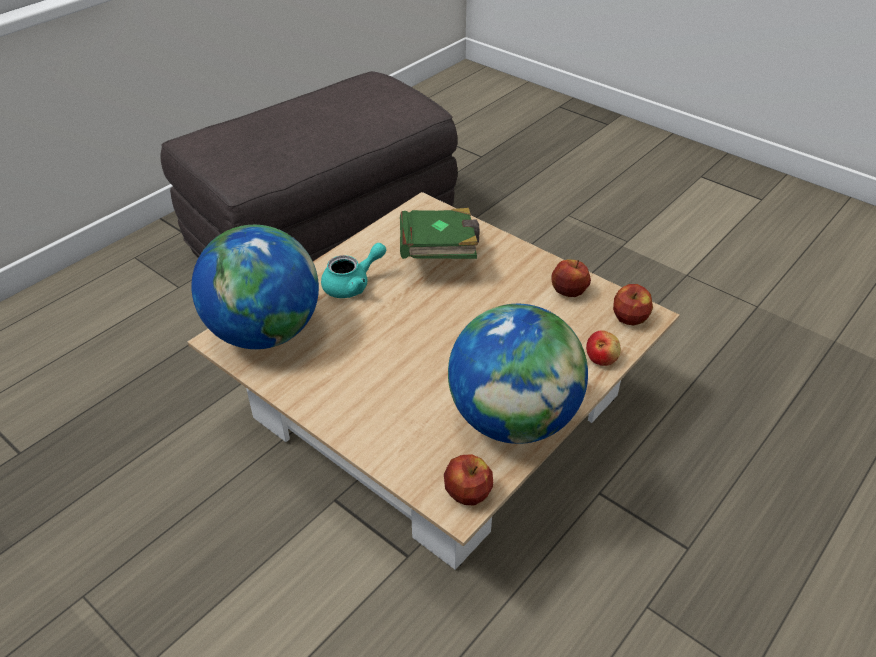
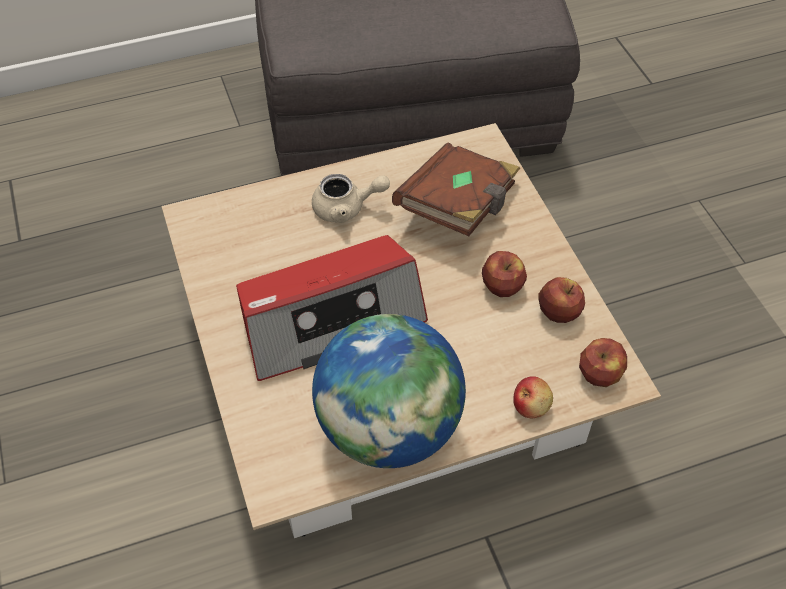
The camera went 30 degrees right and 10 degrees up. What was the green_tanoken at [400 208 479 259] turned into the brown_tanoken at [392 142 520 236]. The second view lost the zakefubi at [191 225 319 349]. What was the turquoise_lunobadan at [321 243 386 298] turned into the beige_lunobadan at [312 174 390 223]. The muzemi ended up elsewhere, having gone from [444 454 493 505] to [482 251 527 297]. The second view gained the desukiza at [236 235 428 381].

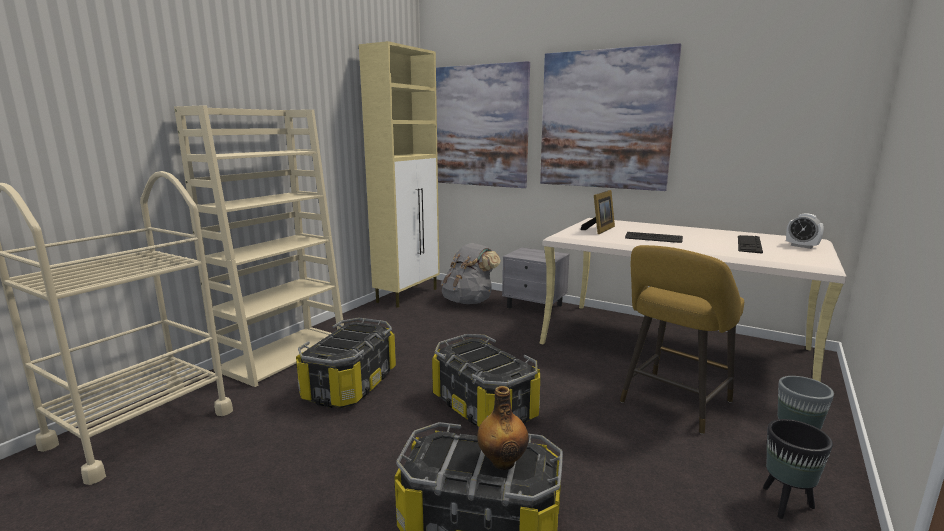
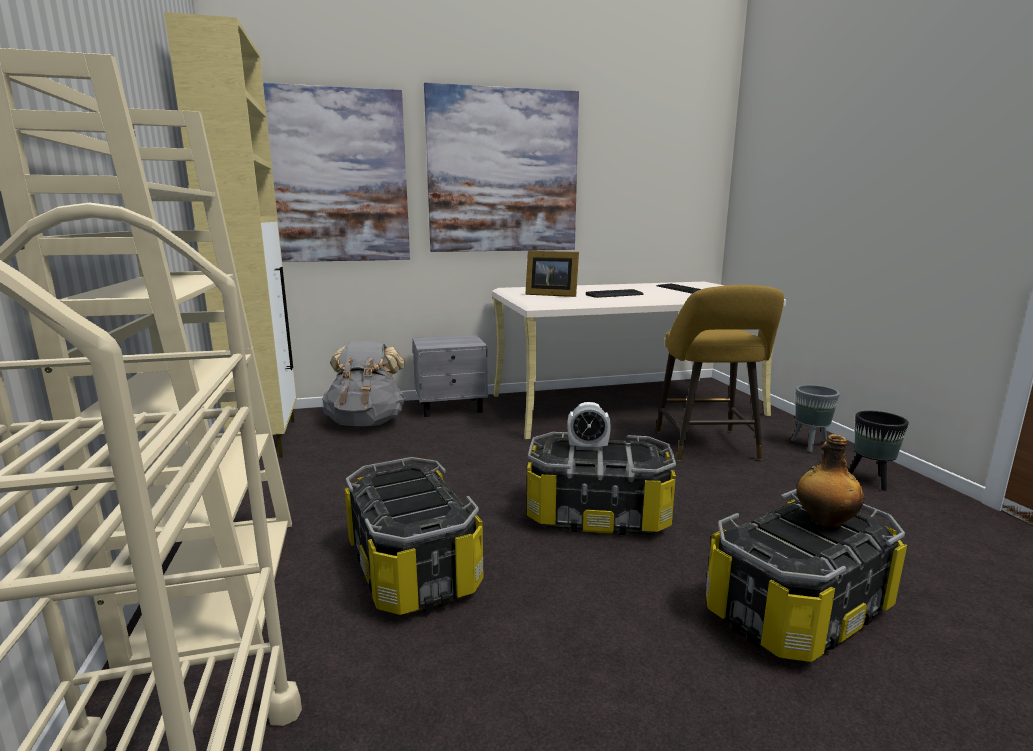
The camera went 45 degrees left and 0 degrees up. The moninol at [581 190 615 234] ended up facing another way, 120 degrees clockwise from before. The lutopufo ended up elsewhere, having gone from [786 213 824 249] to [568 402 611 451].

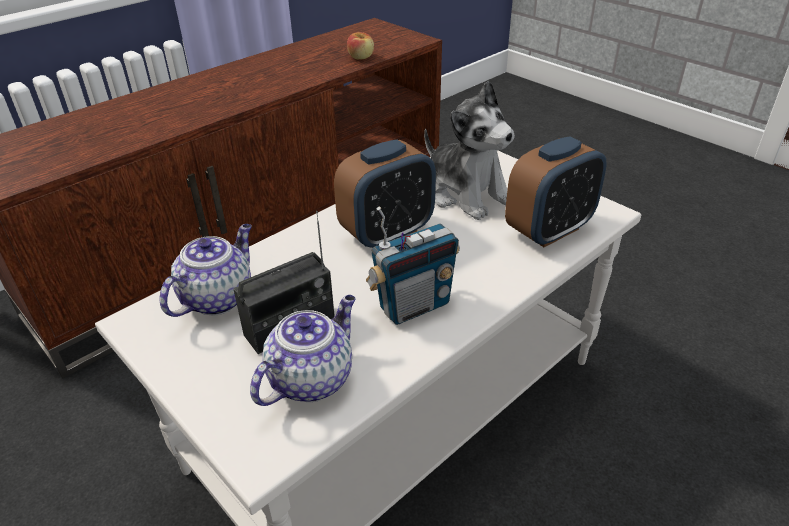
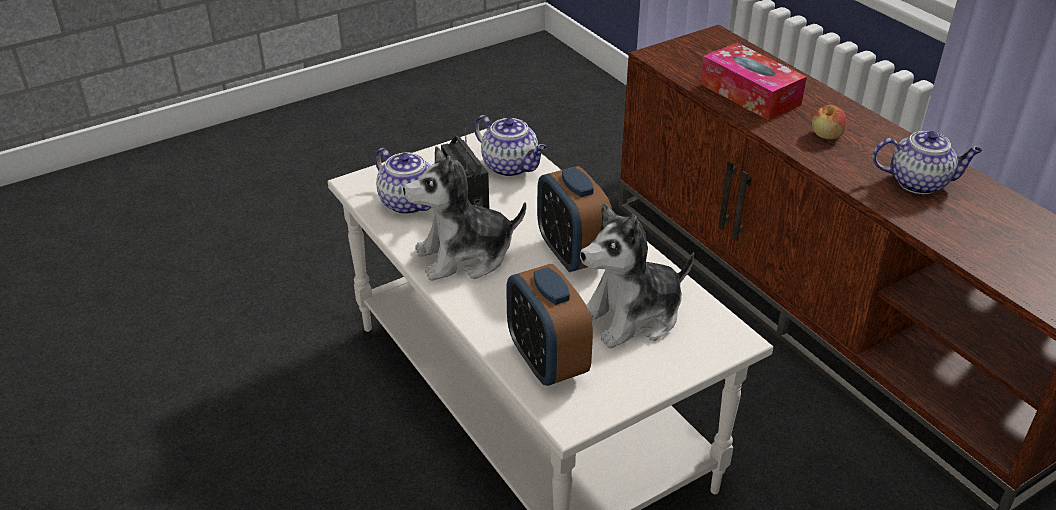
The camera went 100 degrees right and 0 degrees up. The muzemi ended up elsewhere, having gone from [347 32 374 60] to [812 105 847 139]. Where the desukiza stood at [366 207 460 325], the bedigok came to stand at [403 146 526 281]. The second view gained the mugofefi at [700 43 807 120]. The second view gained the lunobadan at [872 131 982 194].

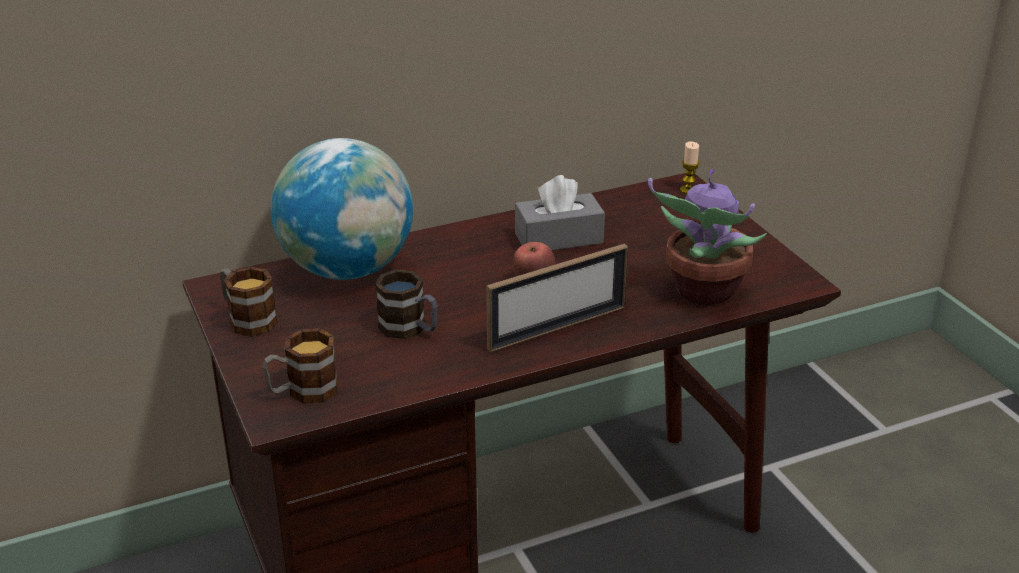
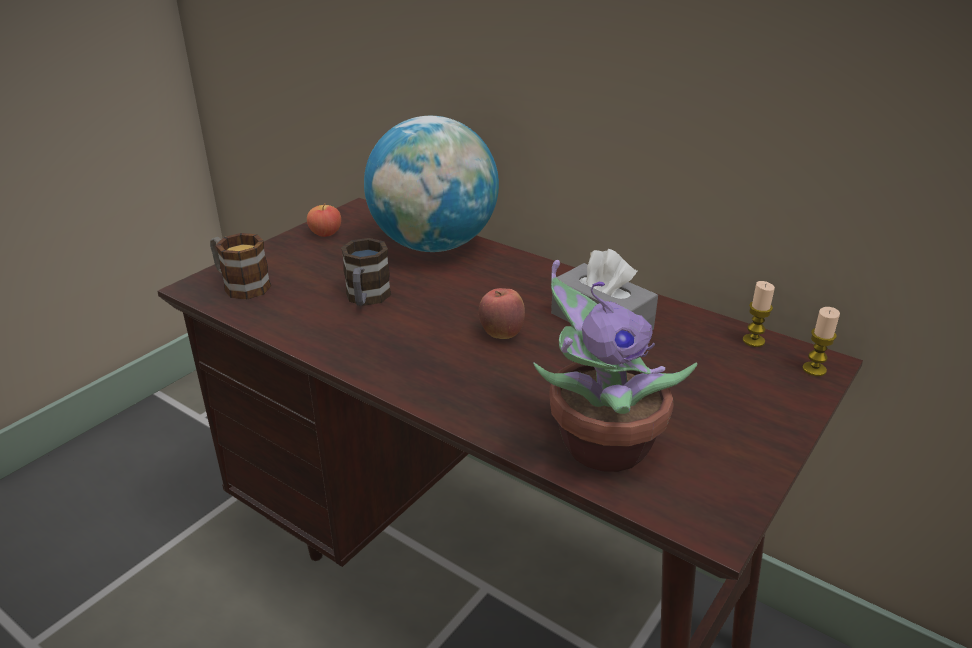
The camera went 60 degrees right and 0 degrees up. The second view lost the moninol at [486 244 628 352]. Where the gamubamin stood at [220 267 278 337], the muzemi came to stand at [307 203 341 237]. The second view gained the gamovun at [742 281 775 347].

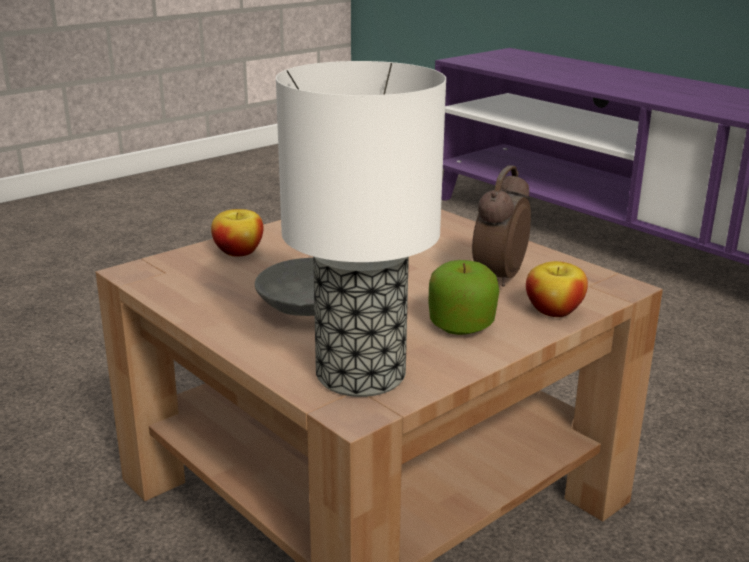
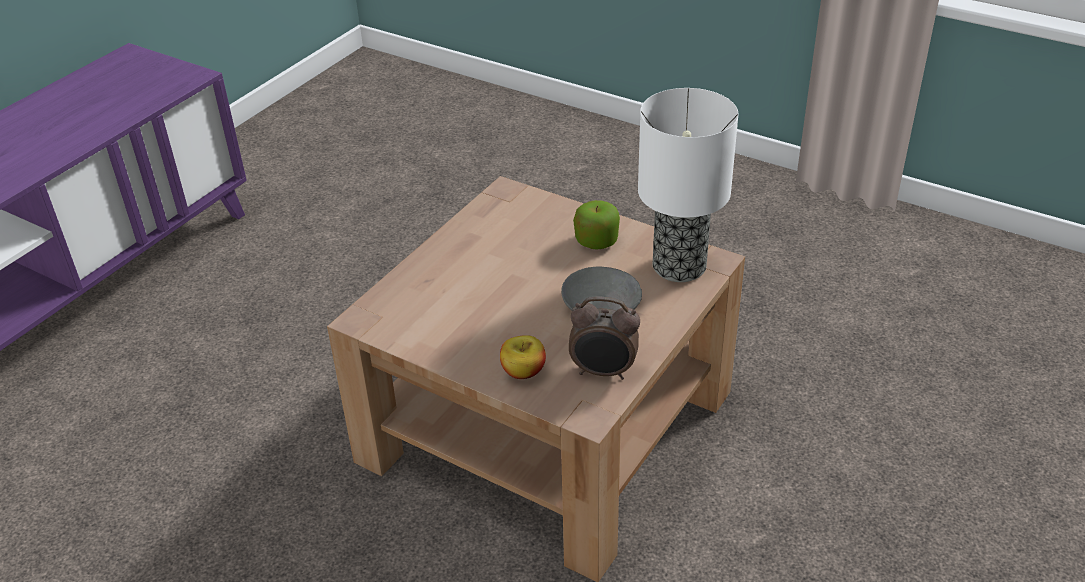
The camera went 105 degrees left and 15 degrees up. The lutopufo ended up elsewhere, having gone from [472 165 531 287] to [569 296 640 380]. The second view lost the muzemi at [526 261 588 317].

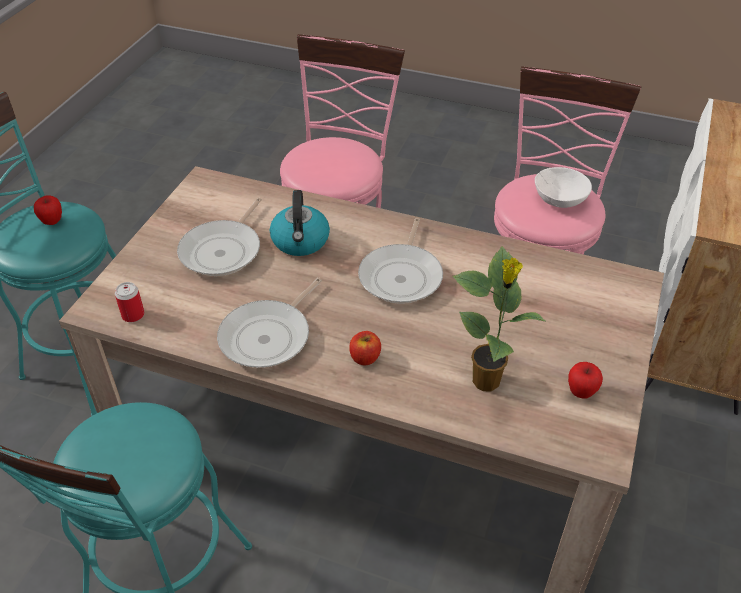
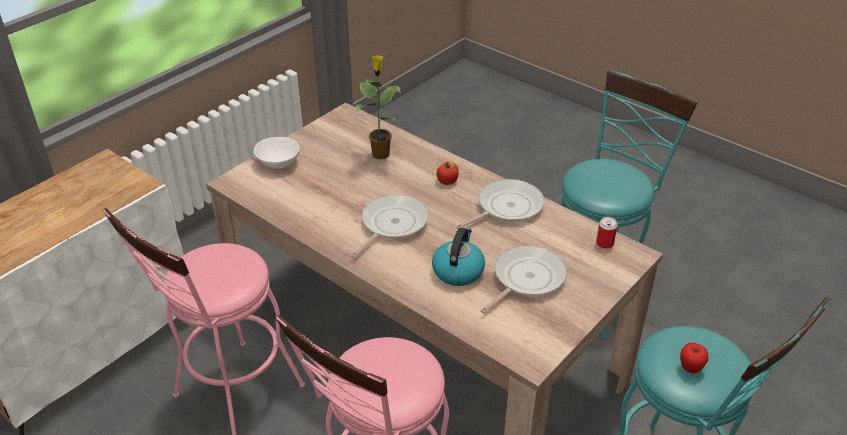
The camera went 160 degrees left and 5 degrees down. The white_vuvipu ended up elsewhere, having gone from [535 167 592 208] to [254 137 300 169]. The second view lost the muzemi at [568 362 603 398].

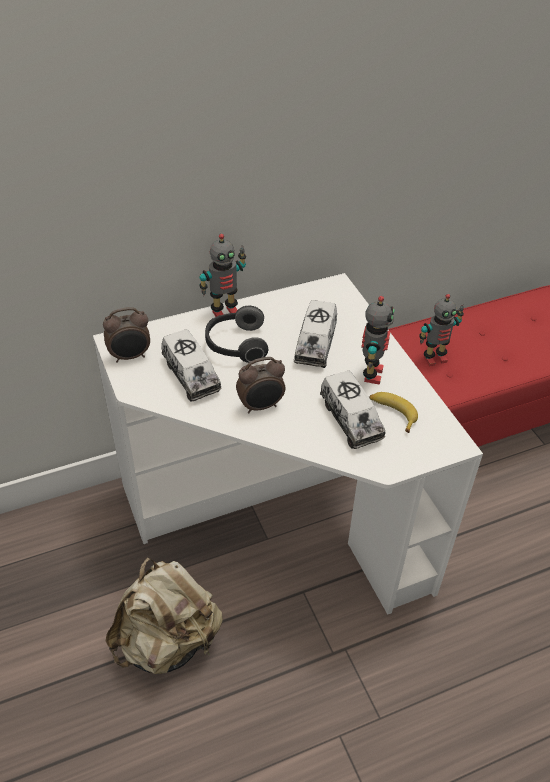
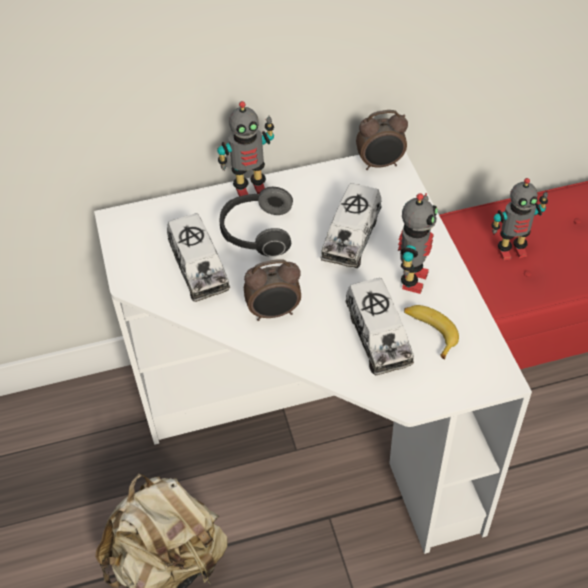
The camera went 10 degrees right and 5 degrees up. The lutopufo ended up elsewhere, having gone from [103 307 150 363] to [356 110 408 170].

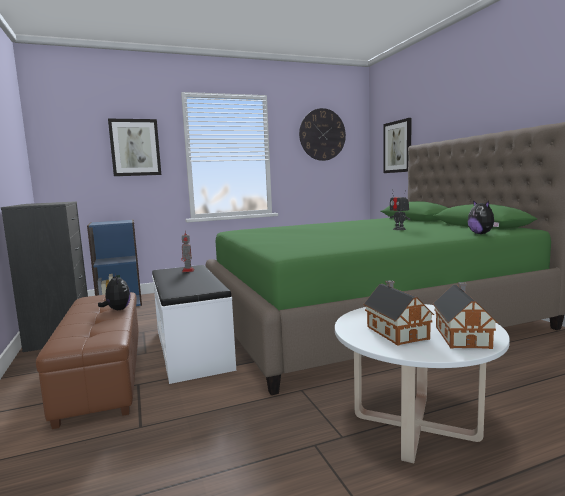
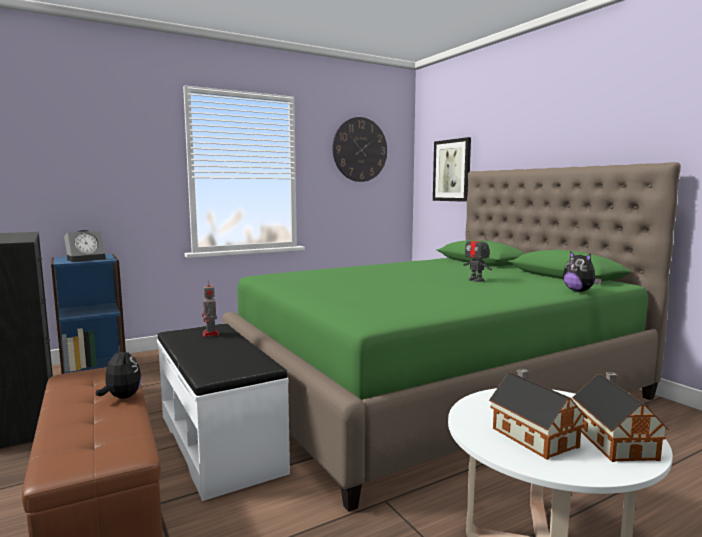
The camera went 10 degrees left and 0 degrees up. The second view lost the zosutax at [108 119 161 176]. The second view gained the lutopufo at [64 230 106 262].

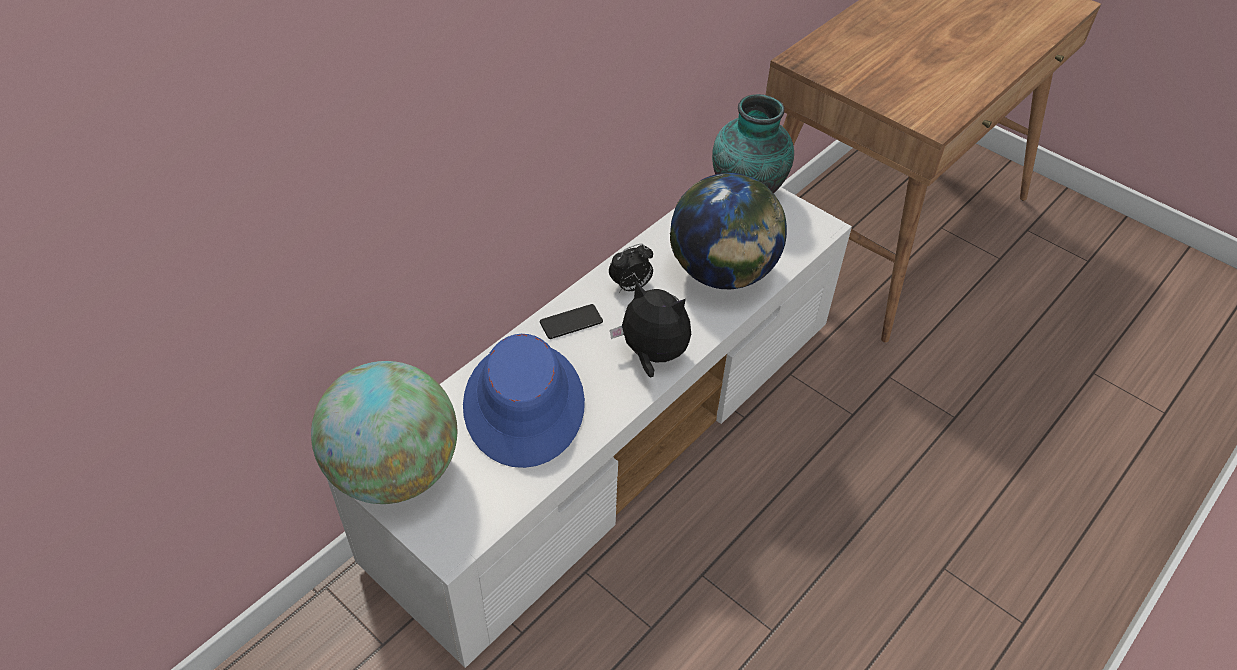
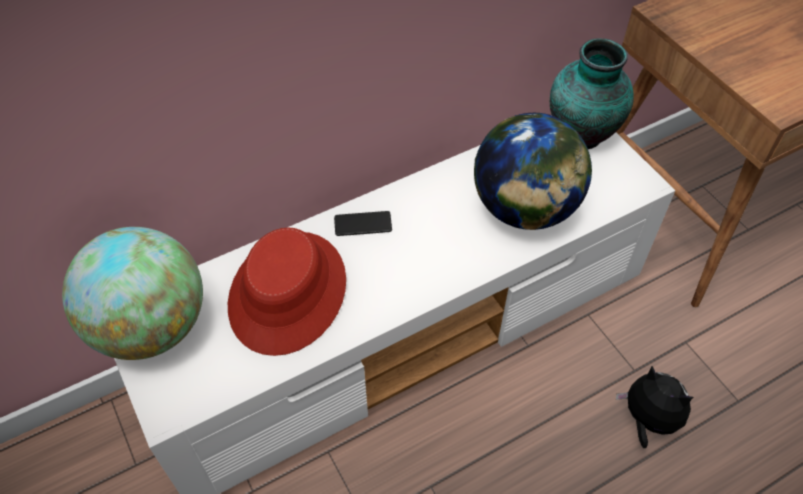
The camera went 20 degrees right and 5 degrees up. The second view lost the lutopufo at [609 244 653 293]. The bedigok ended up elsewhere, having gone from [610 280 691 378] to [616 366 693 448]. What was the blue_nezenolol at [463 334 585 468] turned into the red_nezenolol at [228 227 346 356].

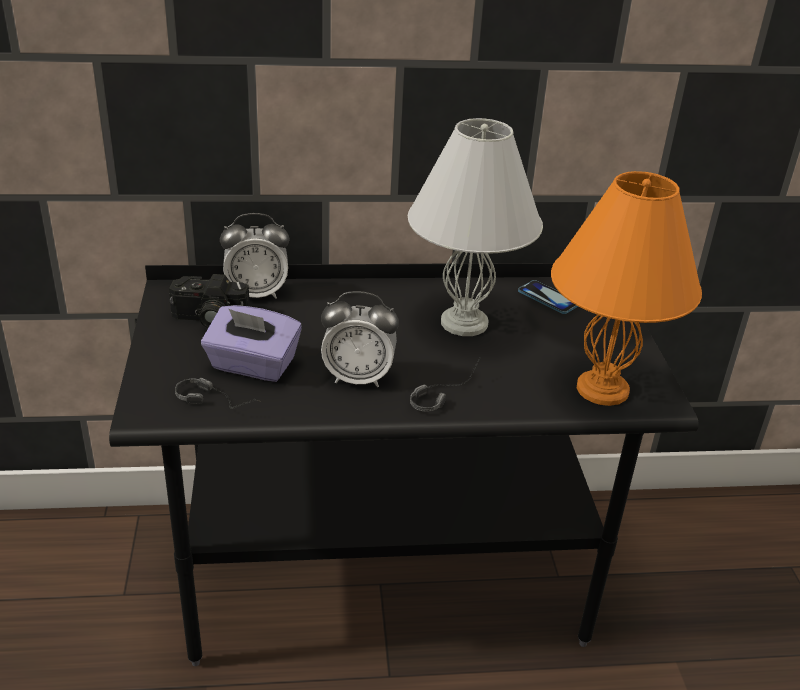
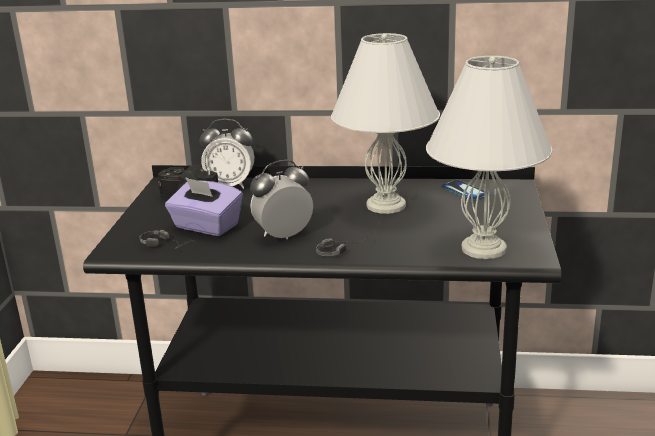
The camera went 15 degrees right and 10 degrees down. What was the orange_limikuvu at [551 171 702 406] turned into the white_limikuvu at [426 56 552 259]. The lutopufo at [321 291 399 387] ended up facing another way, 135 degrees clockwise from before.

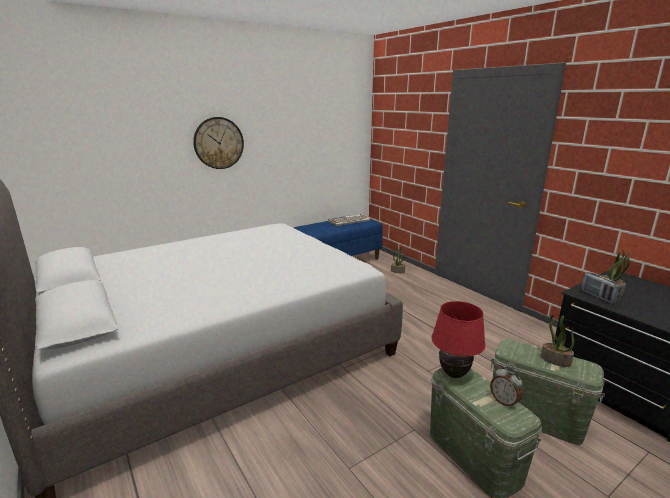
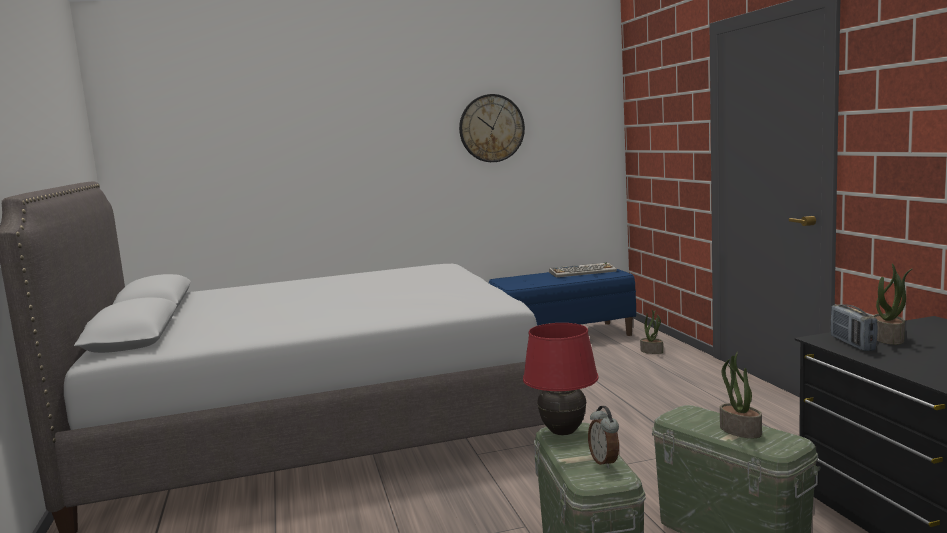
The camera went 20 degrees right and 10 degrees down. The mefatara ended up elsewhere, having gone from [193 117 244 169] to [459 94 525 162].

